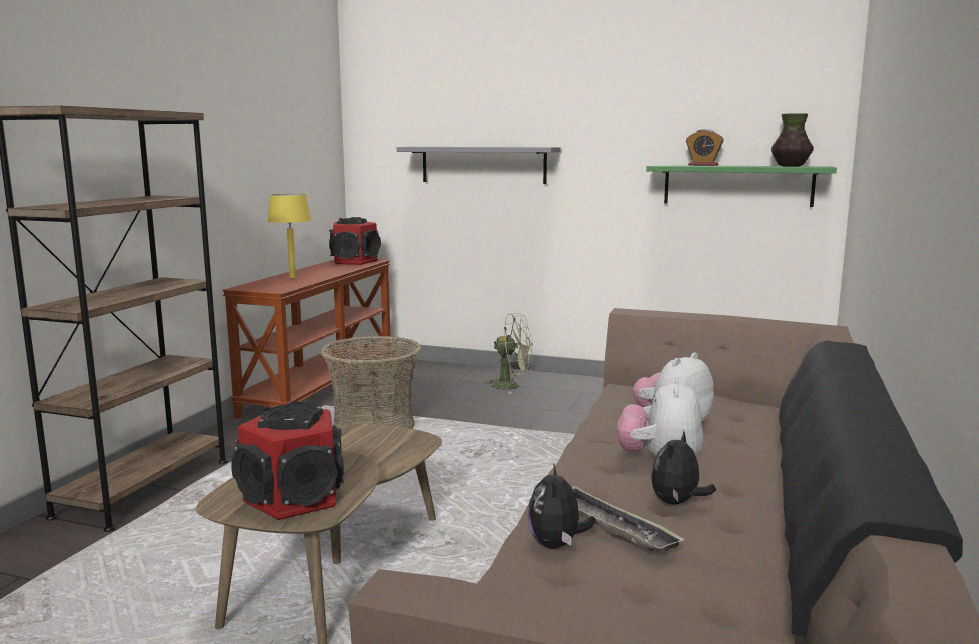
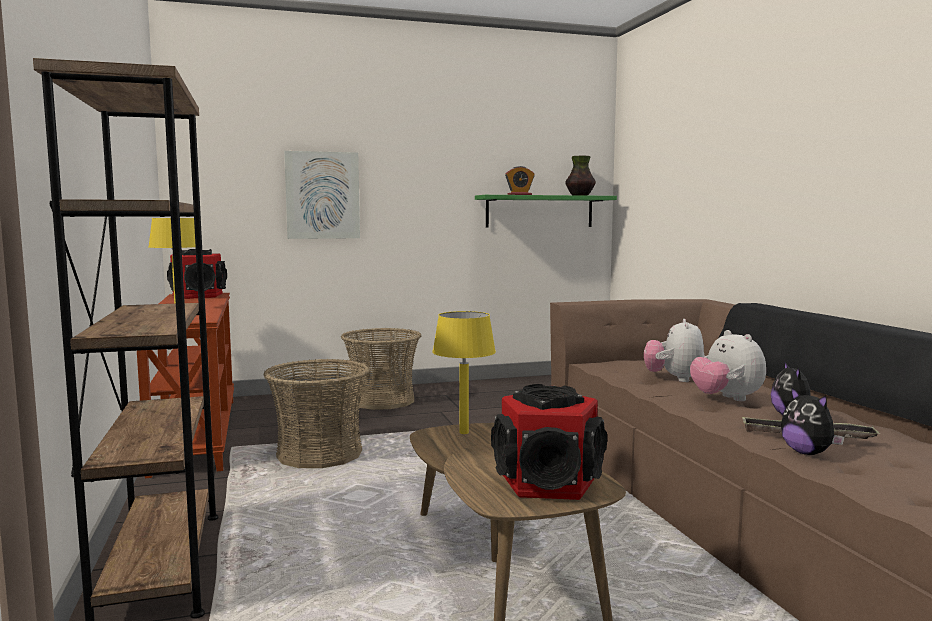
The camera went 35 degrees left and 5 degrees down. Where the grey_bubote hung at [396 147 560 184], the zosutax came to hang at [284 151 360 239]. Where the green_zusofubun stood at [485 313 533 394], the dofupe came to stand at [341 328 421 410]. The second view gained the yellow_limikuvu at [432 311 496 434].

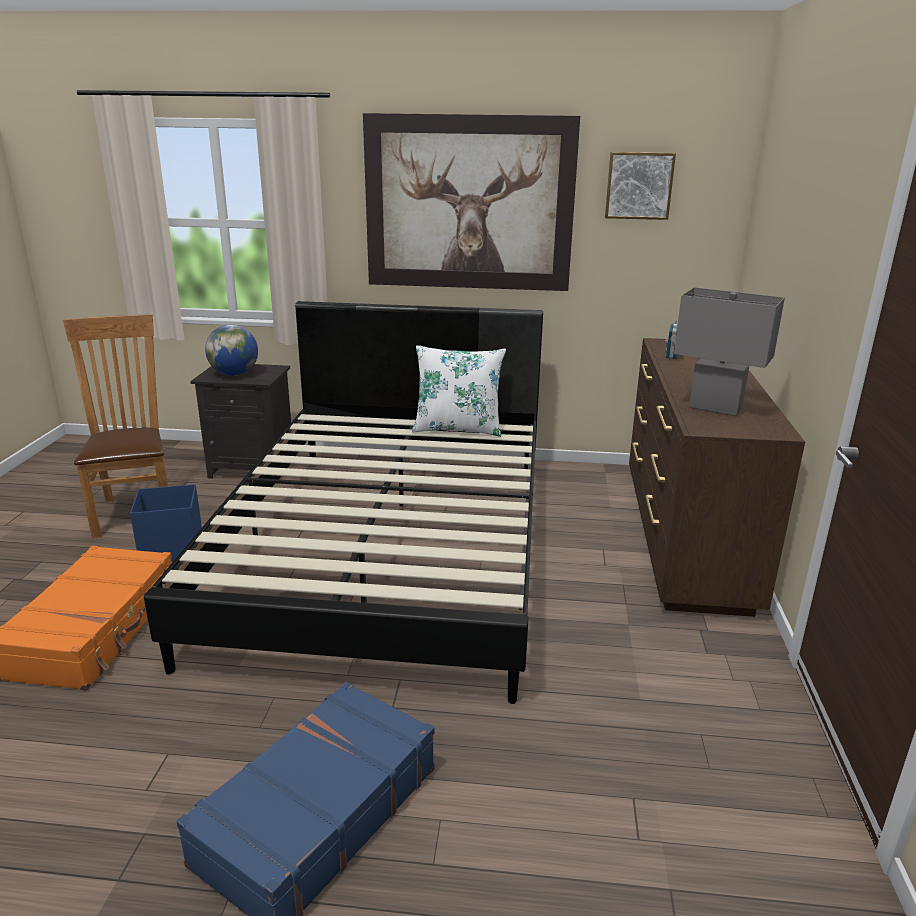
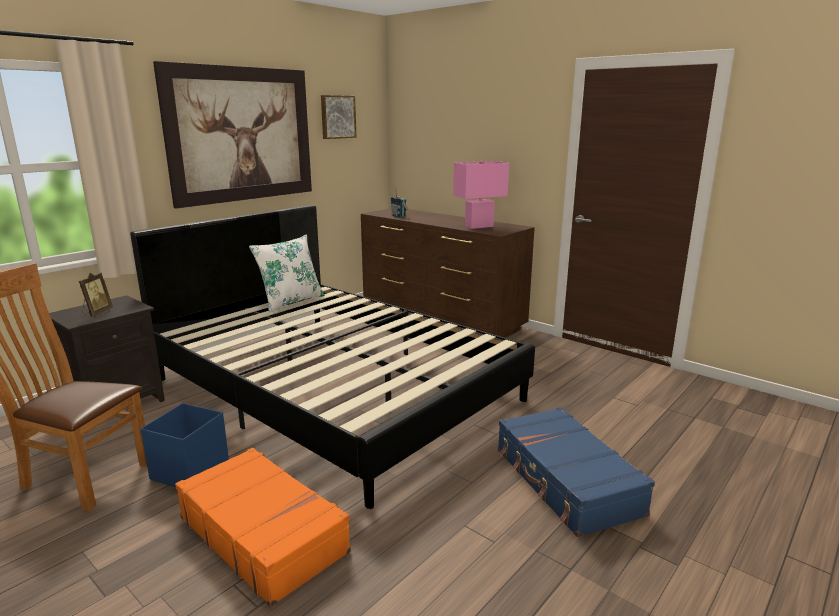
The camera went 55 degrees left and 5 degrees down. What was the grey_limikuvu at [674 287 785 416] turned into the pink_limikuvu at [453 161 509 229]. Where the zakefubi stood at [205 325 258 376], the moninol came to stand at [79 273 113 317].

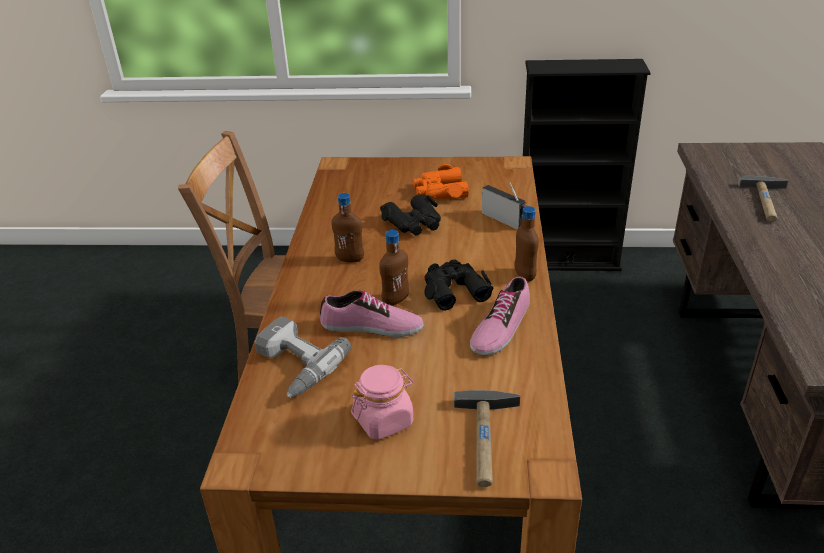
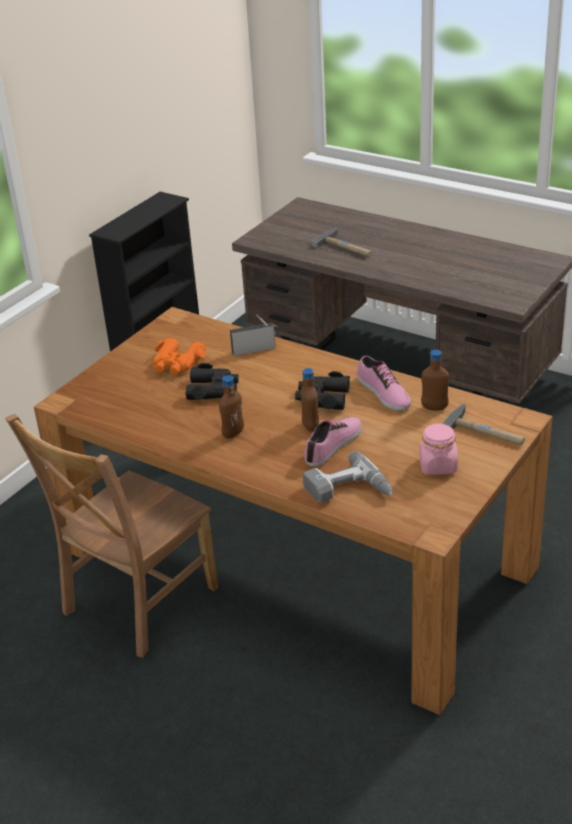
The camera went 60 degrees left and 0 degrees up. The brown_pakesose ended up elsewhere, having gone from [514 206 539 281] to [421 350 449 411].

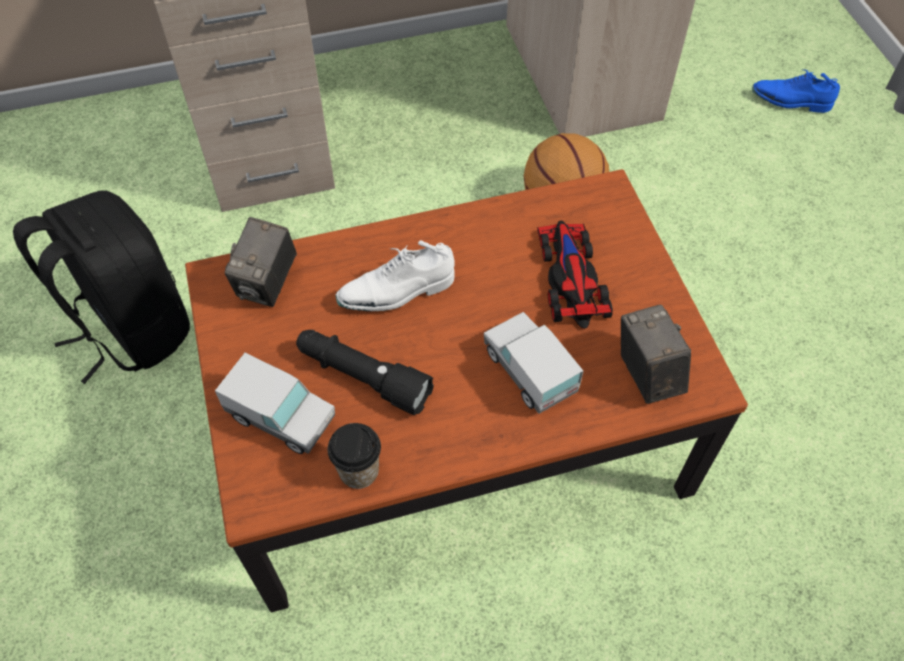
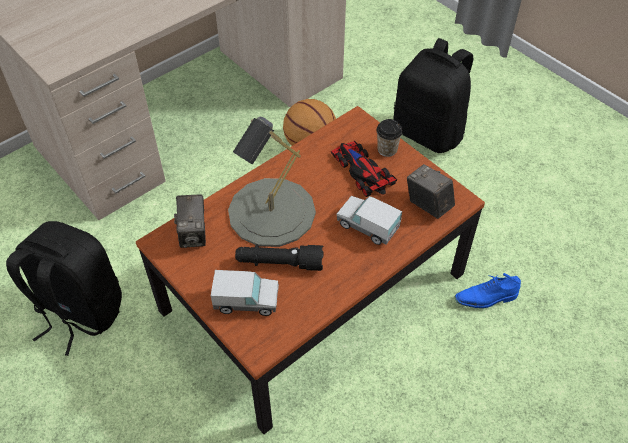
The camera went 25 degrees left and 5 degrees down. The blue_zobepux ended up elsewhere, having gone from [752 69 840 113] to [455 273 521 308]. Where the white_zobepux stood at [336 241 455 311], the grey_limikuvu came to stand at [228 117 316 247]. The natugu ended up elsewhere, having gone from [328 423 381 489] to [376 119 403 157]. The second view gained the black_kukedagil at [393 38 473 153].

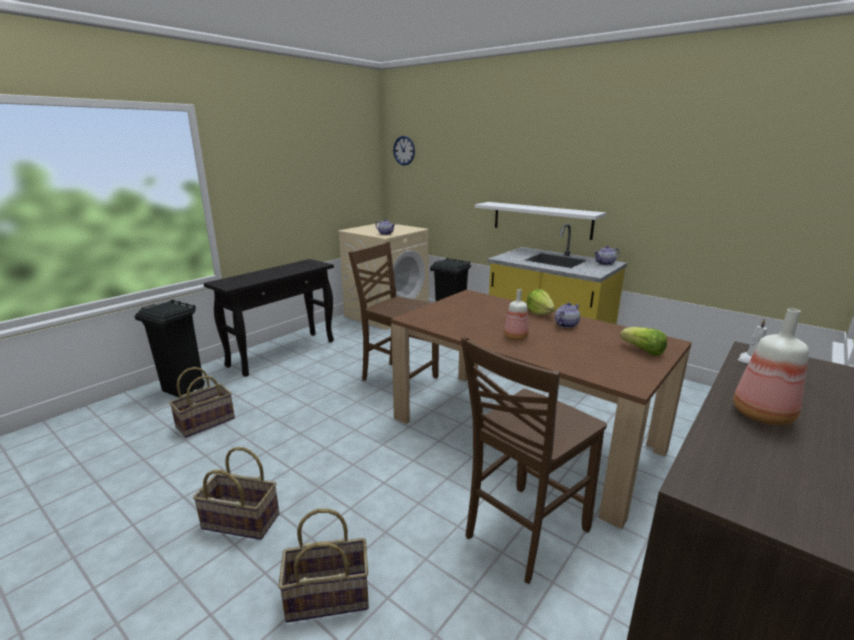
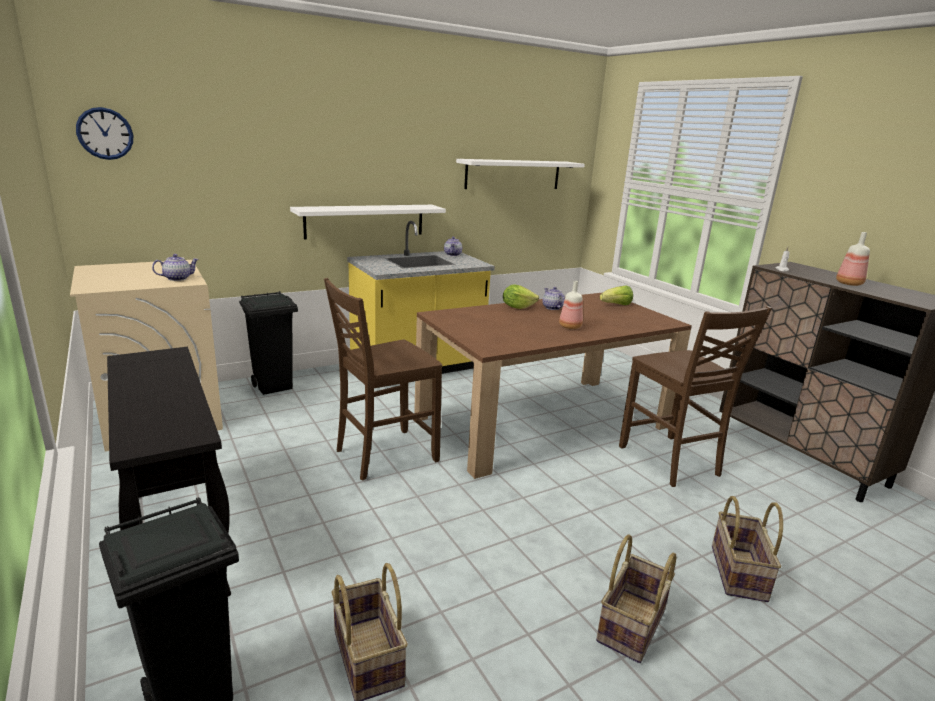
The camera went 70 degrees left and 0 degrees up. The second view gained the white_bubote at [456 159 585 189].

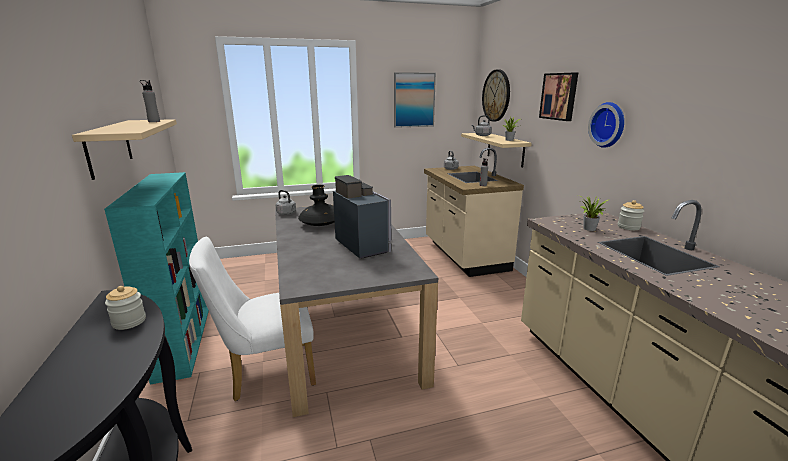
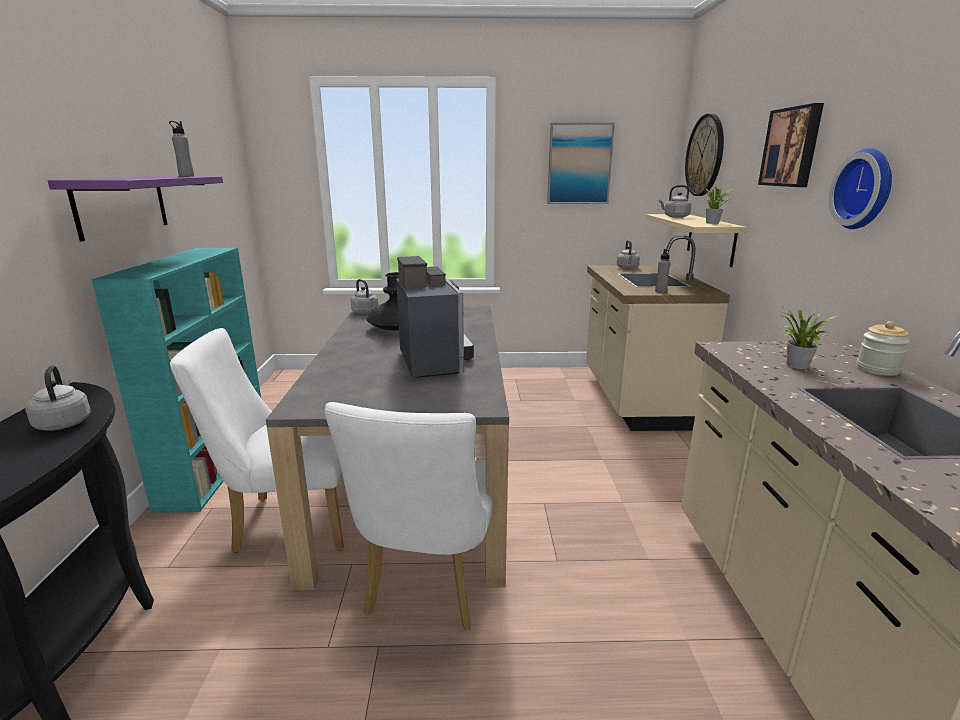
The camera went 15 degrees right and 0 degrees up. What was the beige_bubote at [72 119 177 180] turned into the purple_bubote at [48 176 223 242]. Where the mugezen stood at [105 286 146 330], the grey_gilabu came to stand at [26 365 90 431]. The second view gained the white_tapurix at [325 402 493 631].

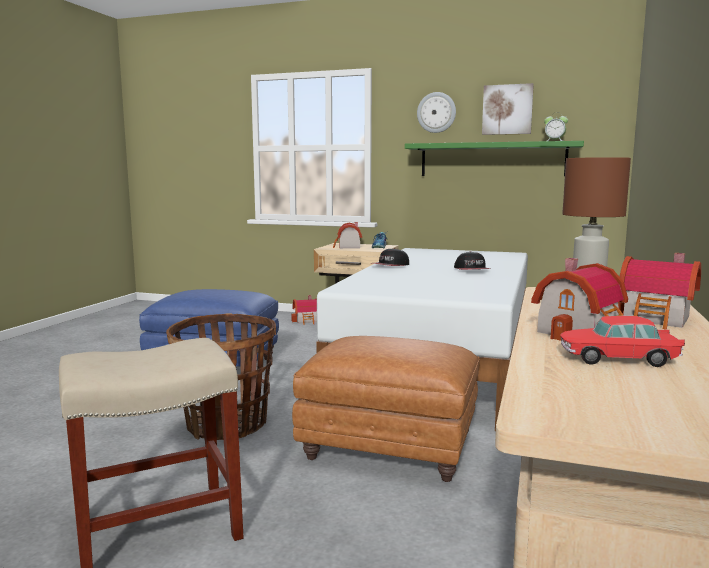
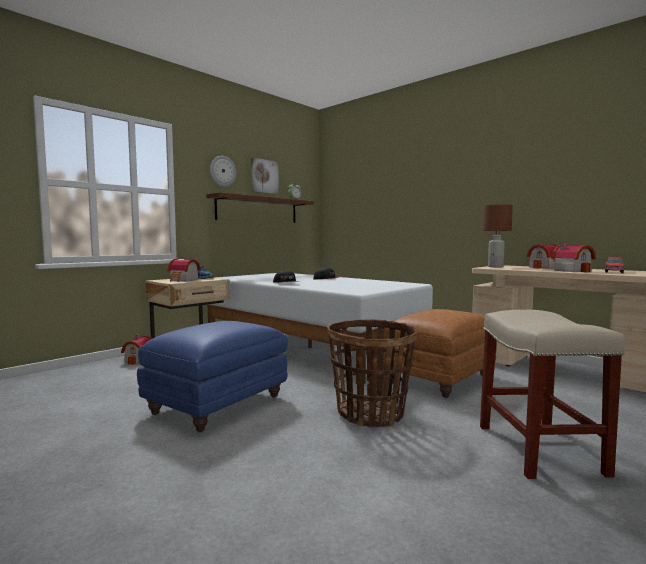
The camera went 65 degrees left and 5 degrees down. What was the green_bubote at [405 141 584 176] turned into the brown_bubote at [206 192 314 223].

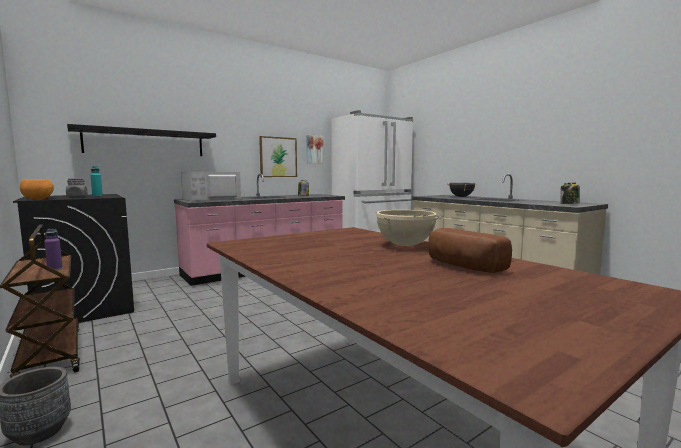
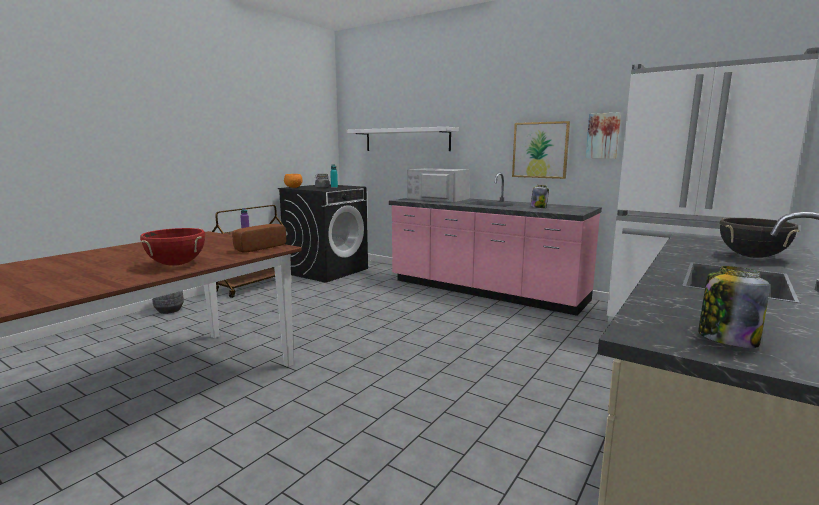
The camera went 70 degrees right and 5 degrees up. What was the black_bubote at [67 124 216 156] turned into the white_bubote at [347 127 459 151]. What was the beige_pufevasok at [376 210 441 246] turned into the red_pufevasok at [140 228 206 266]. The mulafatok ended up elsewhere, having gone from [428 228 512 273] to [232 224 286 253].

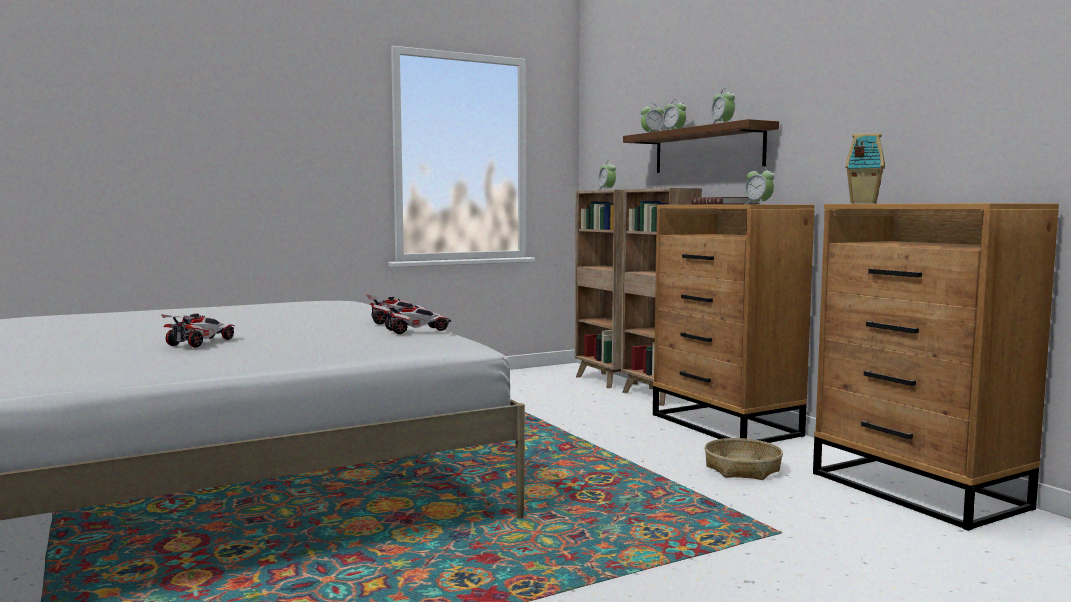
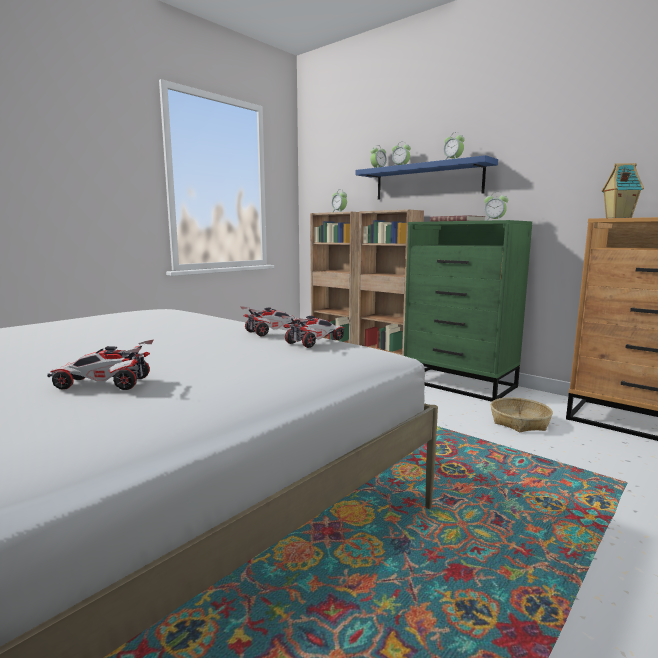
The camera went 20 degrees left and 5 degrees up. What was the brown_bubote at [623 119 779 173] turned into the blue_bubote at [355 155 498 200]. What was the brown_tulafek at [653 204 815 443] turned into the green_tulafek at [404 220 532 402]. The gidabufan at [161 314 235 348] ended up facing another way, 90 degrees counterclockwise from before.

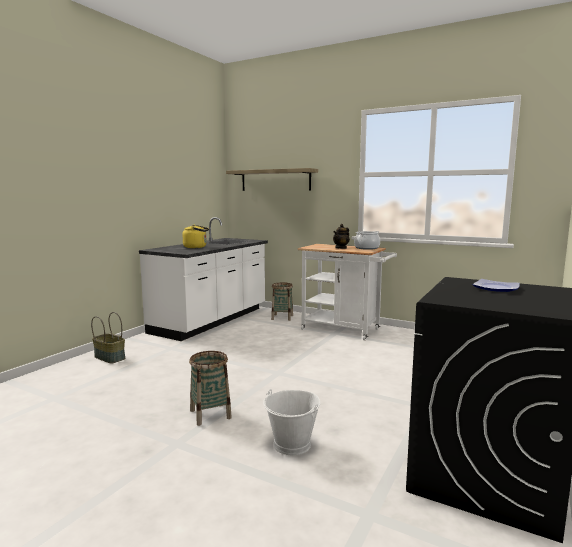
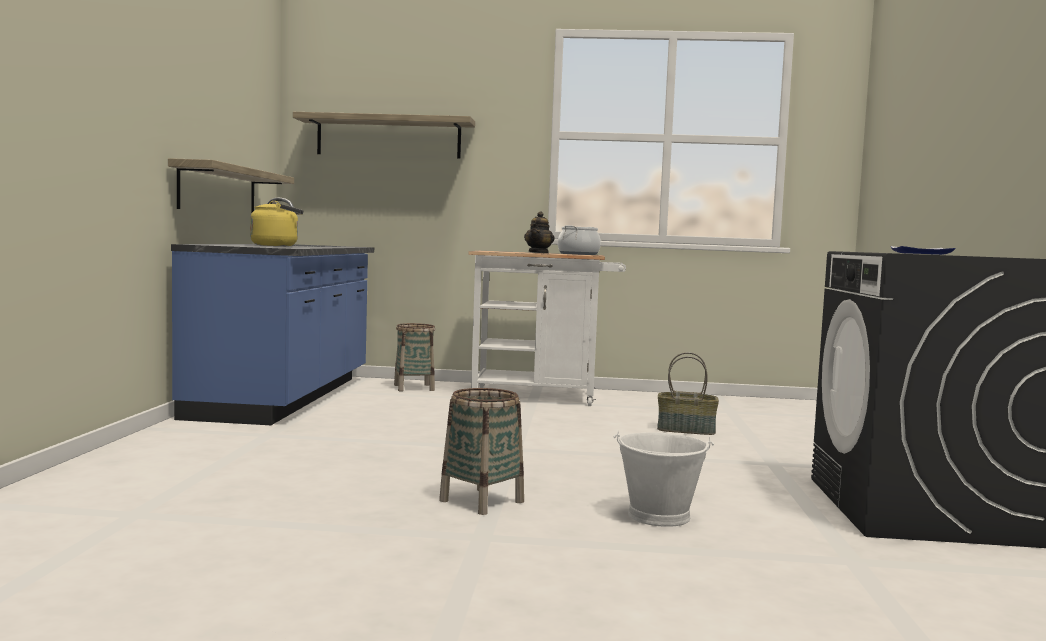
The camera went 25 degrees left and 5 degrees down. What was the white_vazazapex at [139 217 268 341] turned into the blue_vazazapex at [171 197 374 425]. The dofupe ended up elsewhere, having gone from [91 312 126 363] to [657 352 719 435]. The second view gained the bubote at [168 158 294 214].

